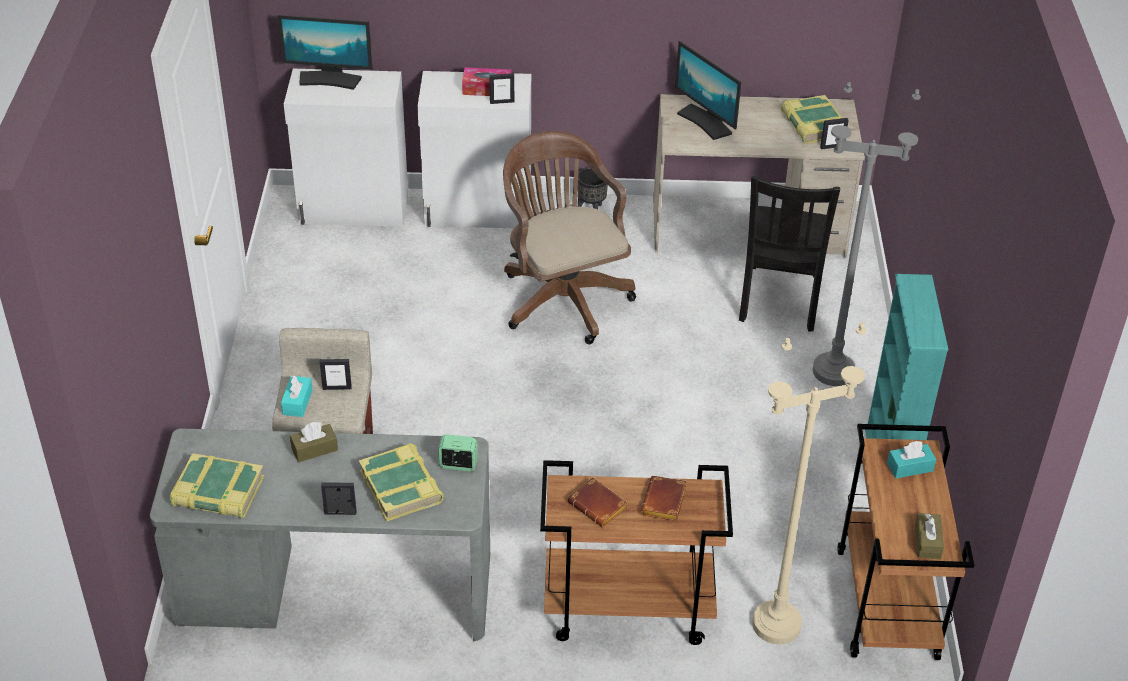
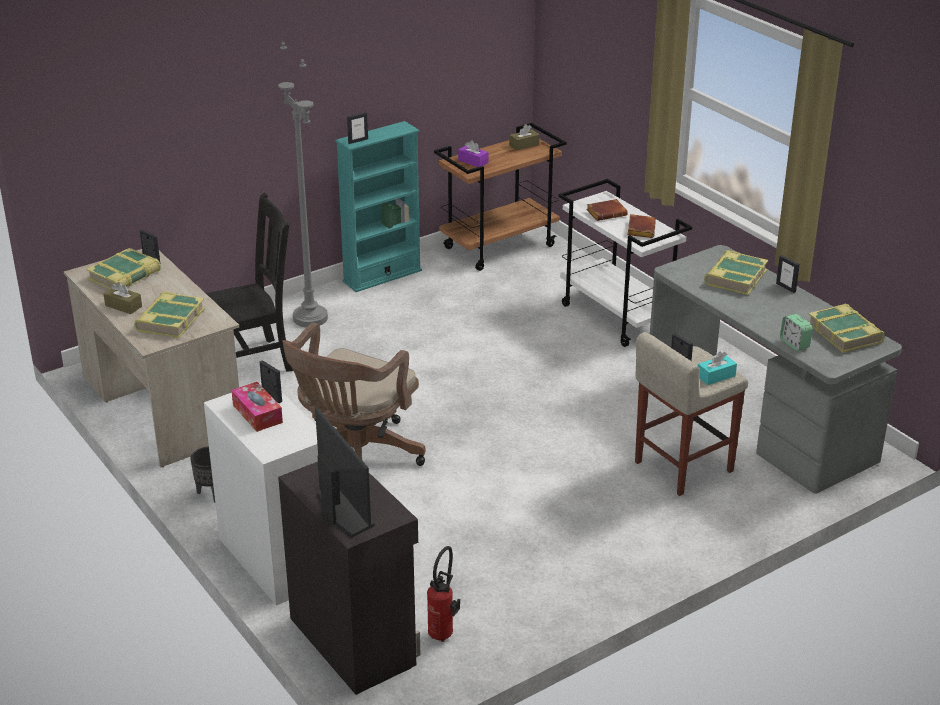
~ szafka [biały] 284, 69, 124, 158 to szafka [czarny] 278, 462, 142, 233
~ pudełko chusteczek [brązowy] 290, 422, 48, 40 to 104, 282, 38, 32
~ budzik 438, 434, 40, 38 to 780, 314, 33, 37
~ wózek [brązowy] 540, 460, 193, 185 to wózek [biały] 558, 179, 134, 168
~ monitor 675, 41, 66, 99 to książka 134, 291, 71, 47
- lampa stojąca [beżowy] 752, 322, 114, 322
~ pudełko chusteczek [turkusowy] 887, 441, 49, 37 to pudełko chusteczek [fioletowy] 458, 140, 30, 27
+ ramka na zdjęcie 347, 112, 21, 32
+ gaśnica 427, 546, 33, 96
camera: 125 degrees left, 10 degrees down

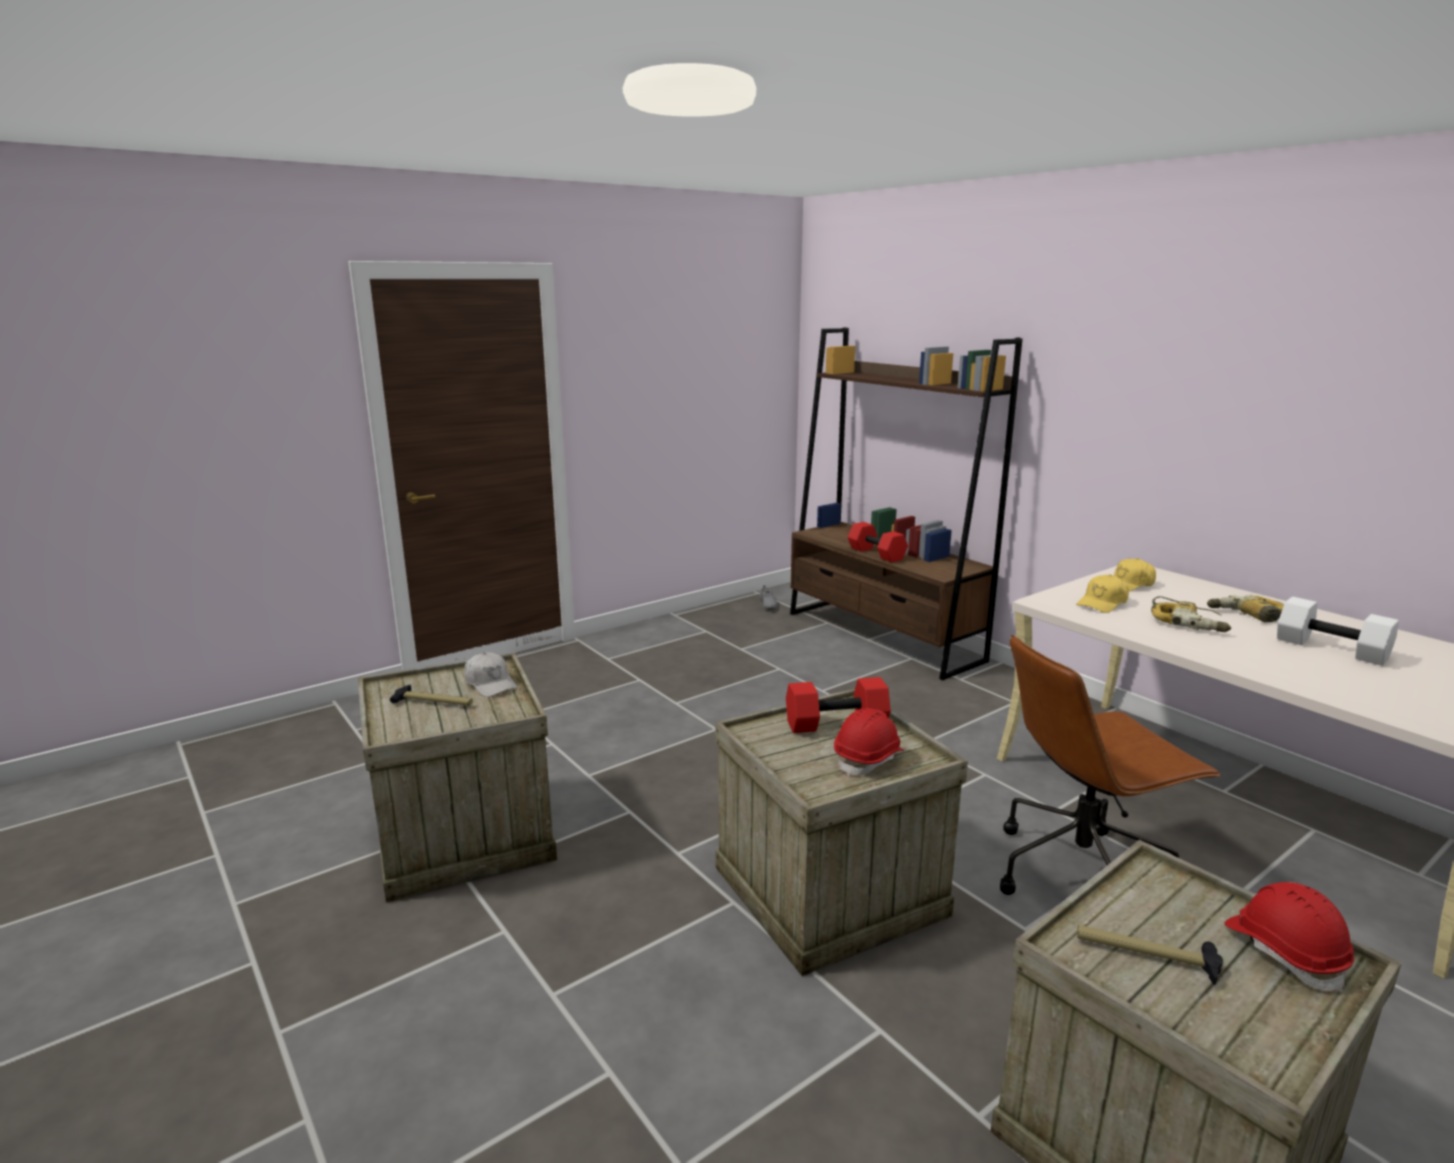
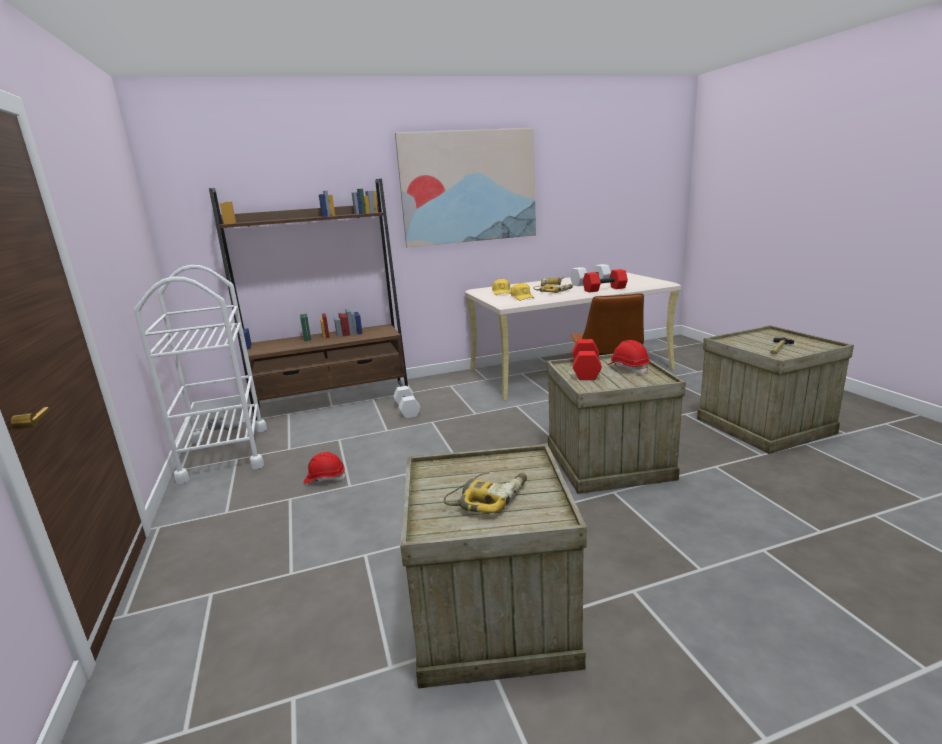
~ młotek 390, 685, 83, 21 to wiertarka 444, 472, 83, 41
- czapka z daszkiem [biały] 465, 652, 52, 45
~ hantel [czerwony] 848, 522, 60, 40 to 583, 269, 45, 23
~ kask [czerwony] 1224, 882, 130, 111 to 304, 452, 42, 32
+ wózek [biały] 134, 265, 133, 219
+ hantel [biały] 393, 386, 28, 33
+ obraz 395, 128, 141, 119
camera: 70 degrees left, 0 degrees up

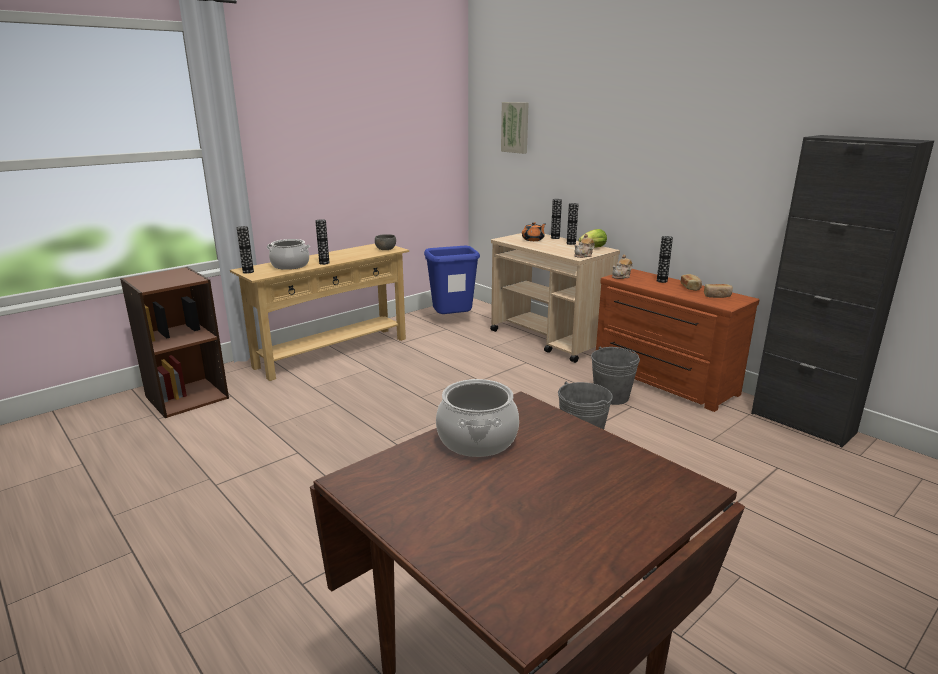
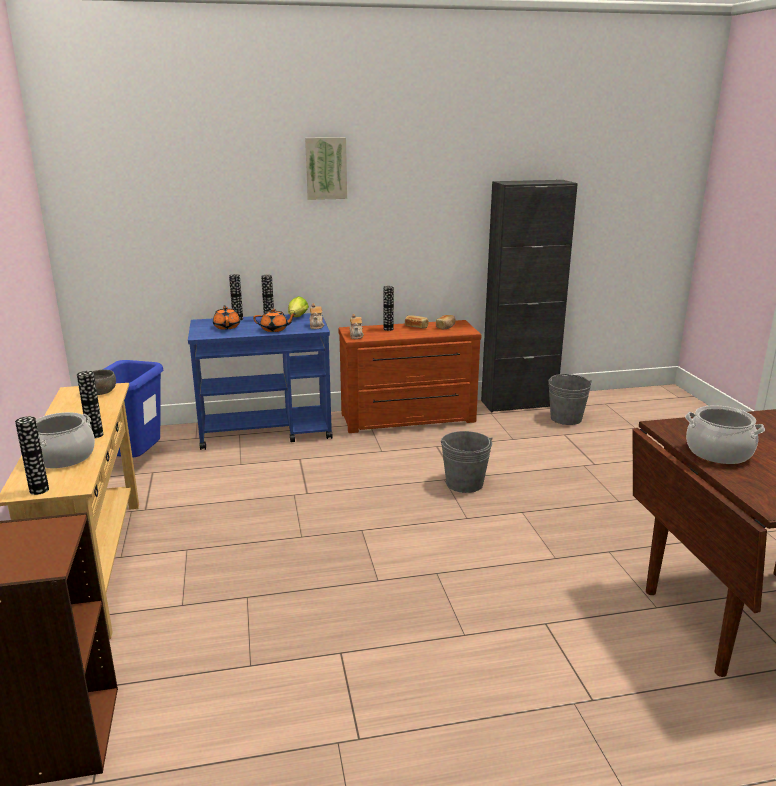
~ wózek [beżowy] 490, 233, 130, 130 to wózek [niebieski] 188, 313, 145, 137
~ obraz 501, 102, 28, 52 to 305, 137, 42, 63
~ wiadro [szary] 591, 347, 49, 58 to 548, 374, 44, 51
+ imbryk [pomarańczowy] 253, 309, 44, 23
camera: 60 degrees left, 0 degrees up

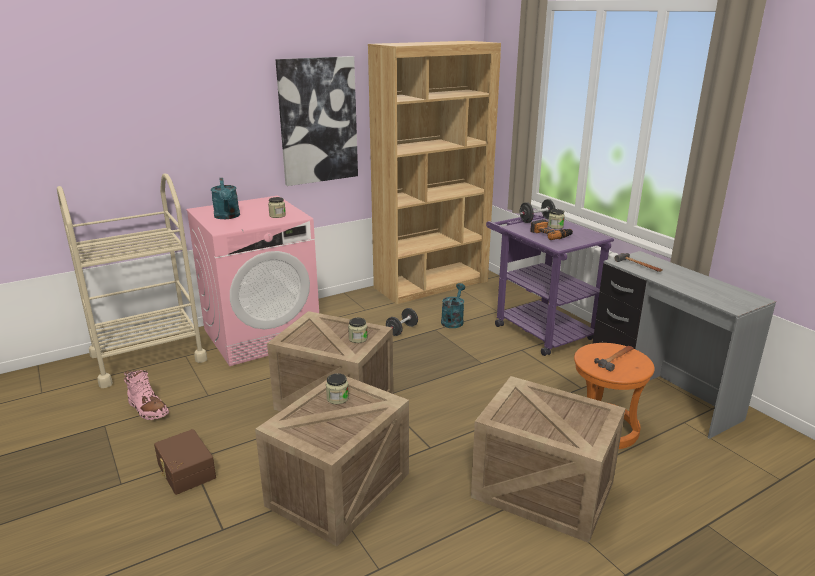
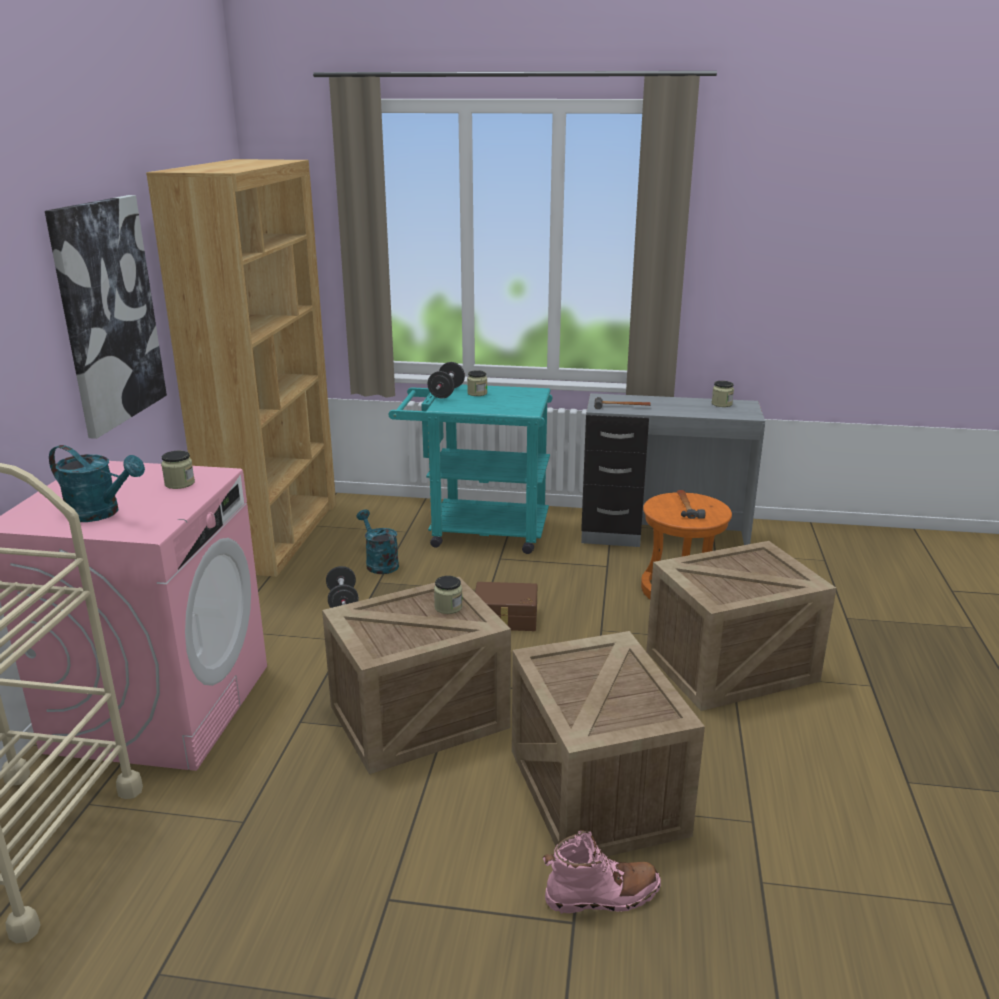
~ but z cholewką [różowy] 124, 370, 45, 50 to 543, 830, 118, 84
~ pojemnik do przechowywania [brązowy] 154, 429, 62, 66 to 475, 582, 62, 49
~ słoik 326, 373, 23, 31 to 712, 381, 22, 26
~ wózek [fioletowy] 486, 214, 128, 142 to wózek [turkusowy] 388, 384, 164, 170
- wiertarka 530, 219, 43, 21
camera: 50 degrees left, 0 degrees up

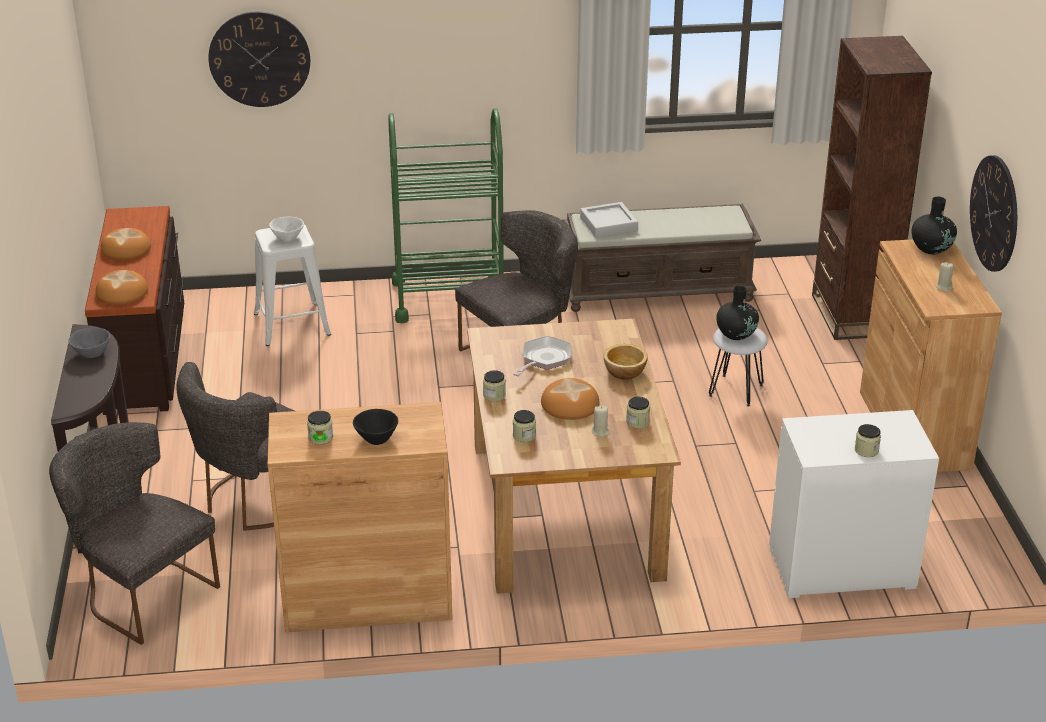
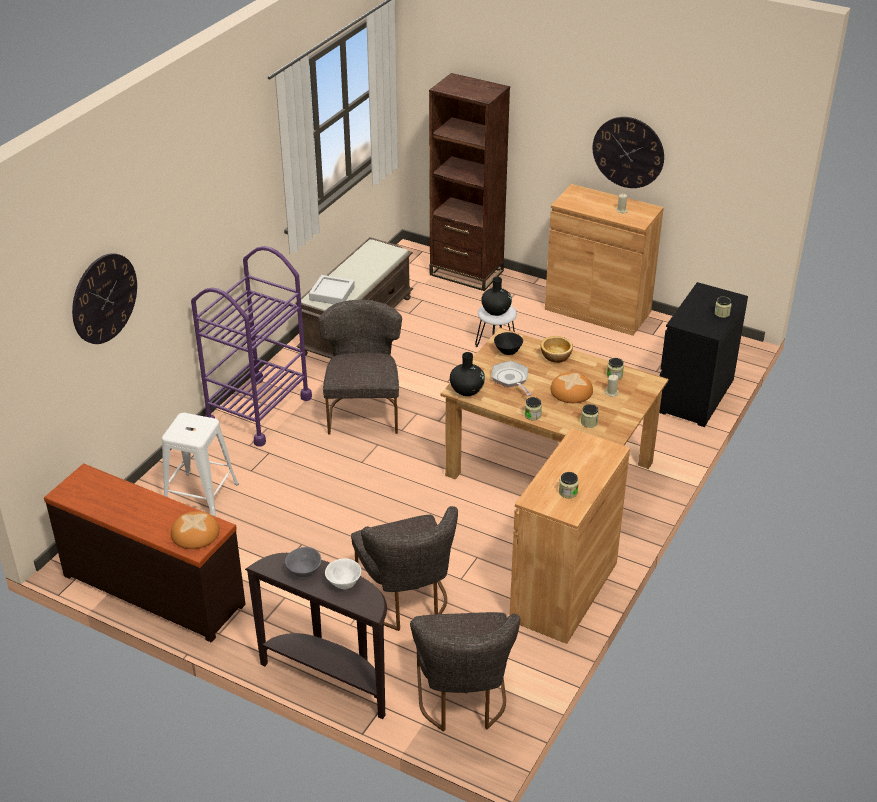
~ krzesło [szary] 49, 422, 171, 223 = 410, 612, 110, 120 75 degrees counterclockwise
- chleb 101, 228, 50, 32
~ miska [biały] 269, 217, 35, 25 to 325, 558, 36, 31
~ miska [czarny] 353, 409, 45, 36 to 494, 332, 29, 23
~ wózek [zielony] 389, 108, 115, 215 to wózek [fioletowy] 191, 246, 121, 201
~ komoda [biały] 769, 410, 170, 188 to komoda [czarny] 659, 282, 89, 145
~ wazon [czarny] 912, 197, 45, 57 to 450, 352, 35, 44
camera: 55 degrees left, 5 degrees up

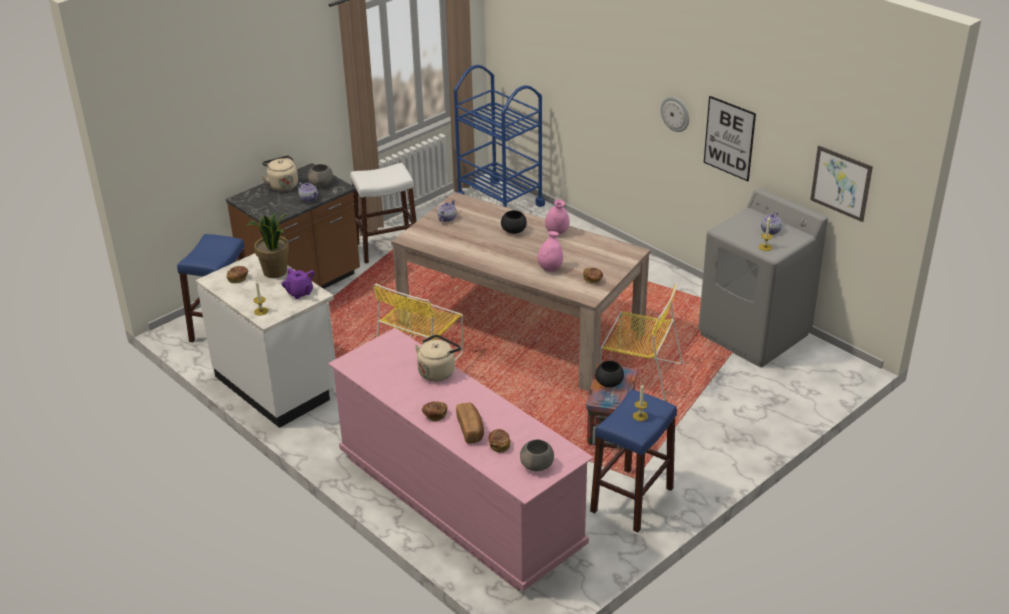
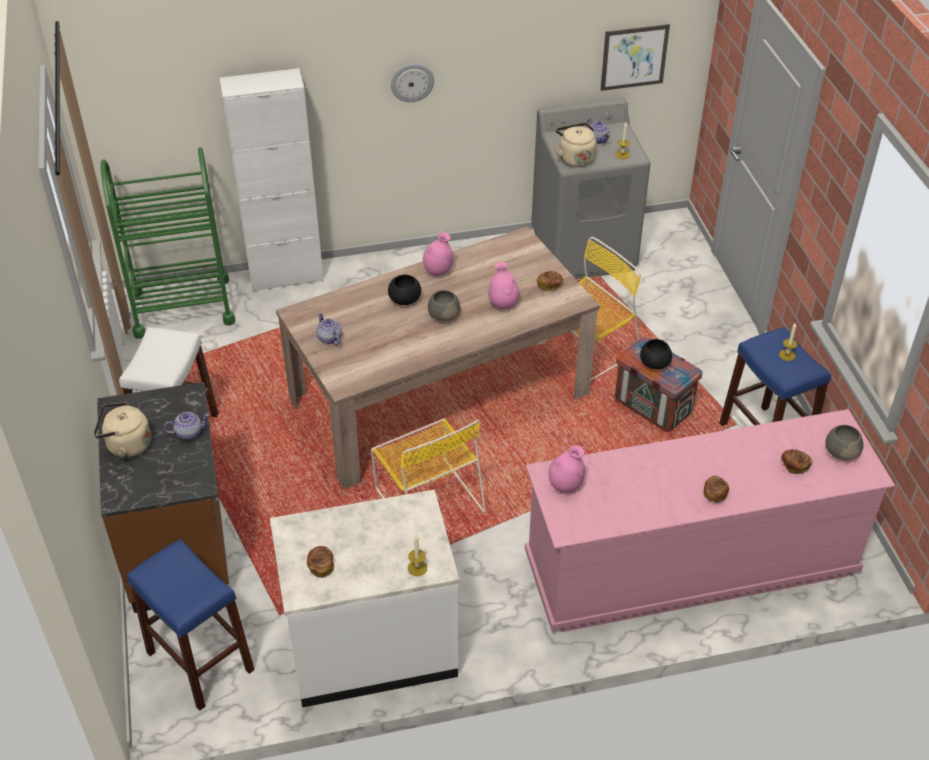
- roślina doniczkowa 247, 212, 42, 66
- imbryk [fioletowy] 281, 268, 34, 31
~ miska [szary] 308, 164, 25, 23 to 428, 290, 32, 31
~ czajnik [beżowy] 415, 335, 46, 47 to 554, 123, 42, 44
~ wózek [niebieski] 454, 65, 91, 142 to wózek [zielony] 101, 147, 134, 192
- chleb 456, 402, 28, 42
- obraz 704, 96, 52, 85
+ szafka [biały] 219, 68, 105, 224
+ wazon [różowy] 549, 445, 36, 48
camera: 60 degrees left, 10 degrees up

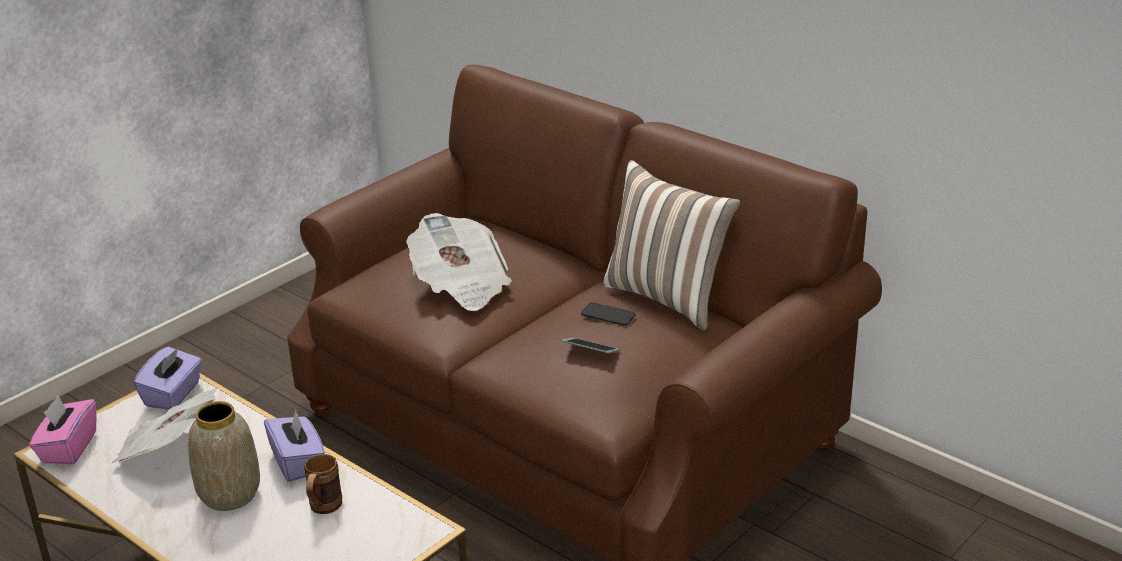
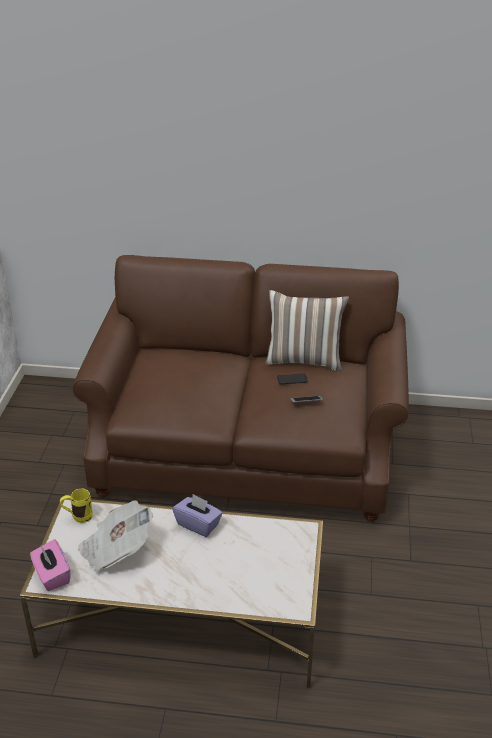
~ pudełko chusteczek [fioletowy] 134, 346, 68, 64 to kubek [żółty] 60, 488, 33, 35
- wazon 188, 401, 72, 110
- kubek [brązowy] 304, 454, 38, 60
- gazeta 406, 213, 106, 98
camera: 35 degrees left, 5 degrees up

